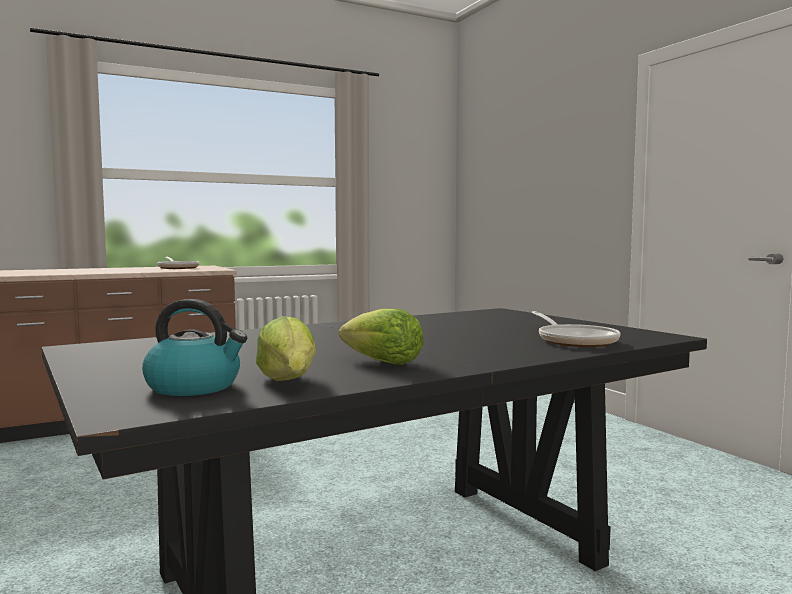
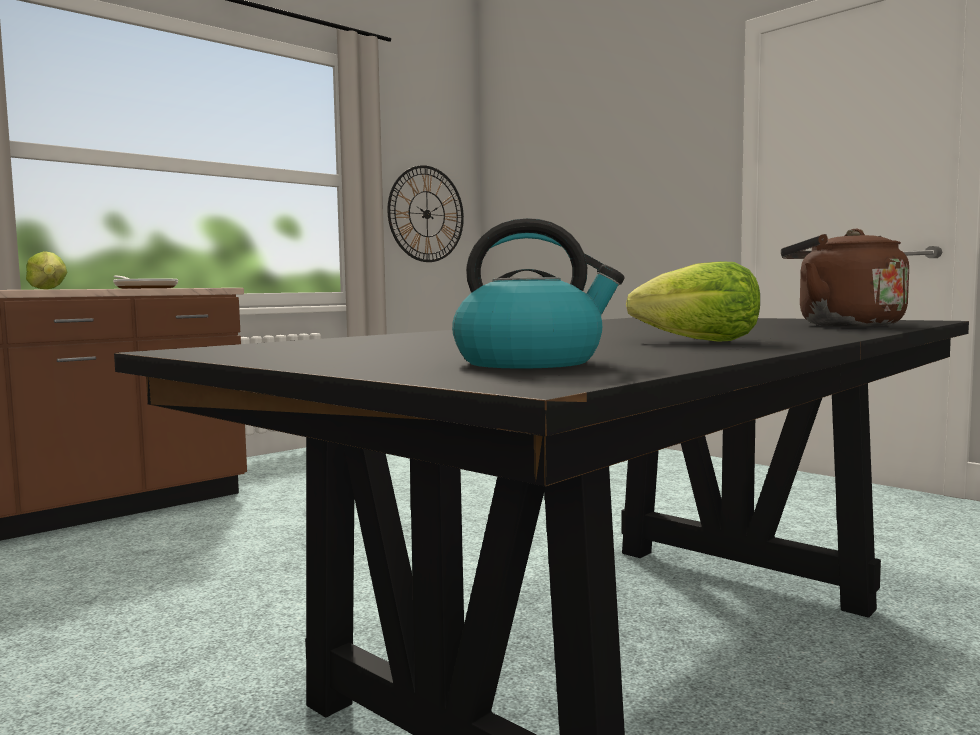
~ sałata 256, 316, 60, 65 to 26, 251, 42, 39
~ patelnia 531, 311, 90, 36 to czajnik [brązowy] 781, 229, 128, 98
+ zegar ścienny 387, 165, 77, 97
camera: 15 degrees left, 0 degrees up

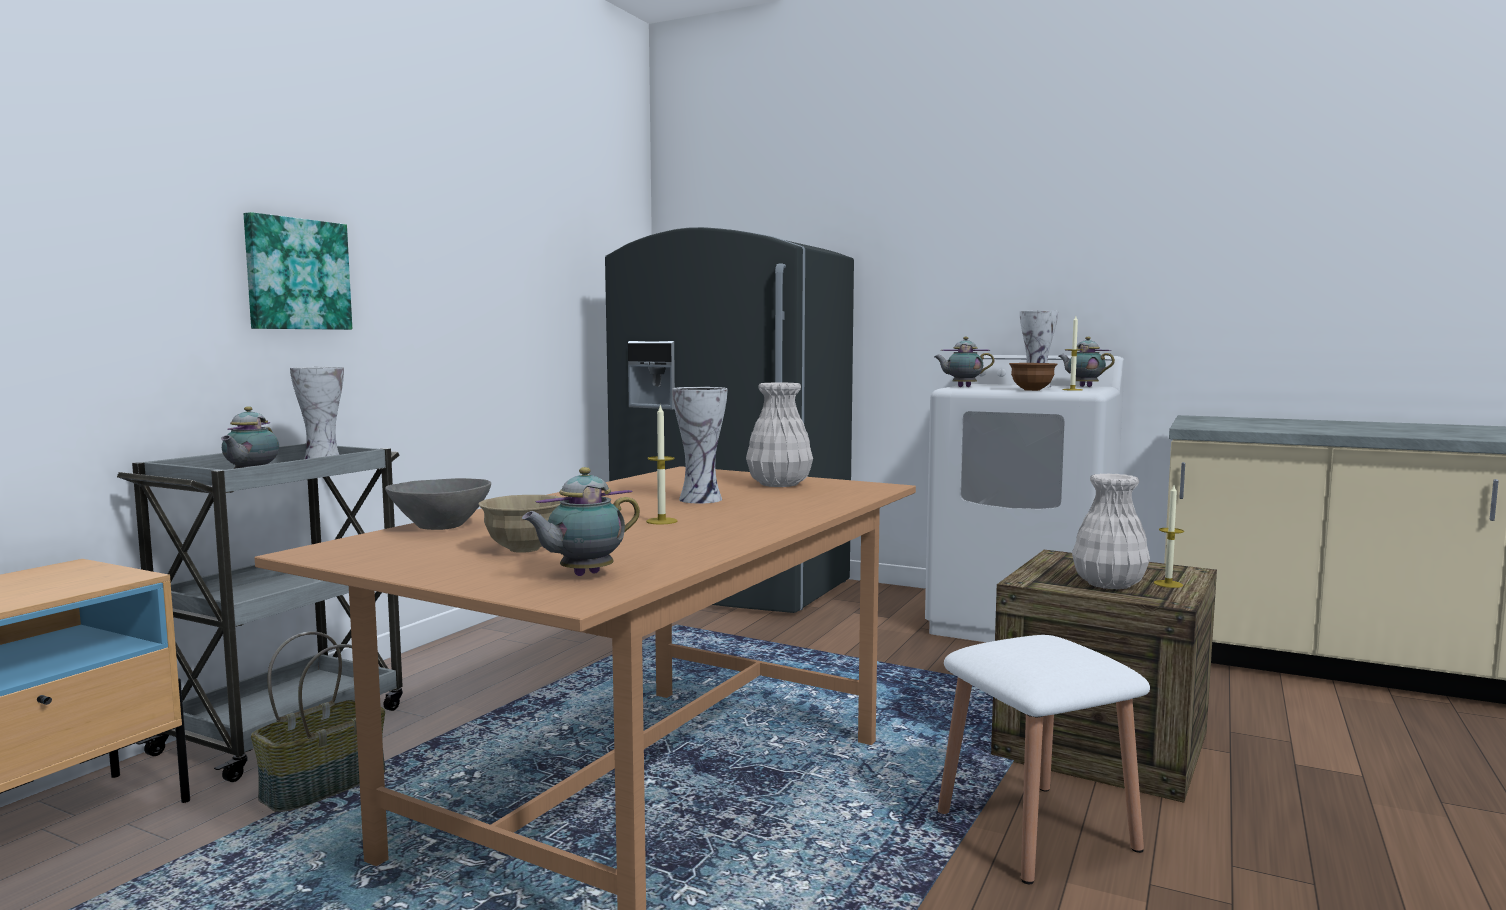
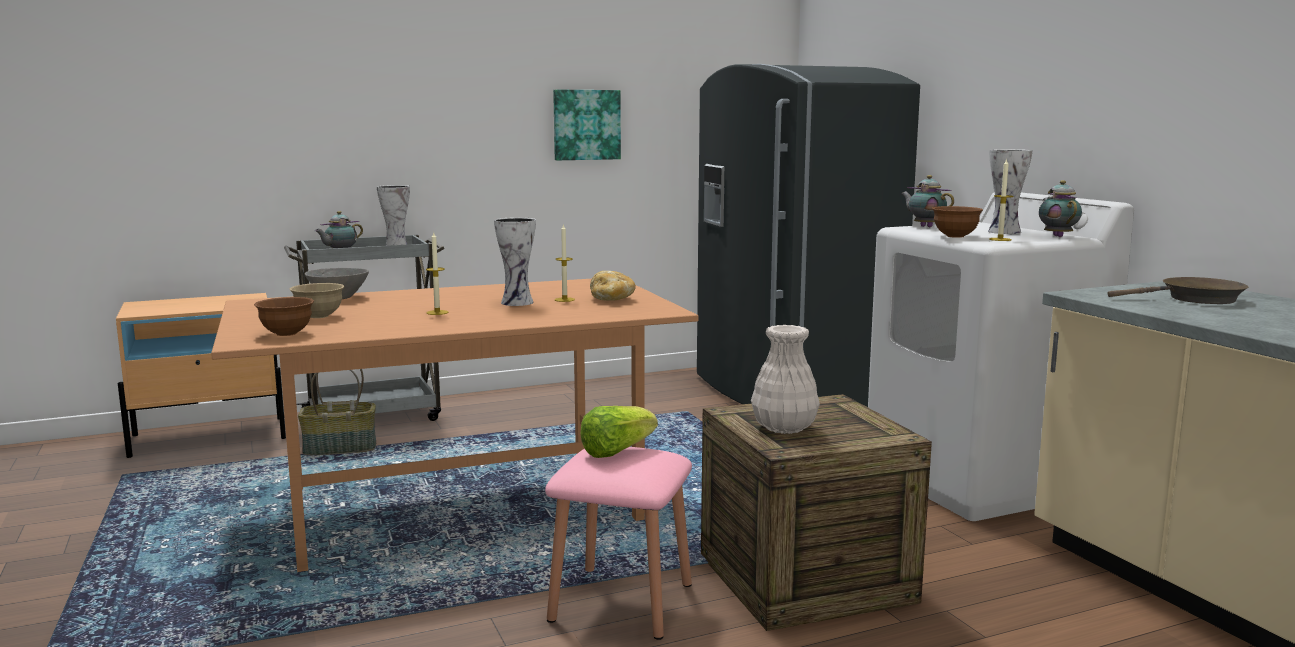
~ obraz 244, 212, 108, 118 to 553, 90, 68, 70
~ imbryk 522, 467, 118, 109 to miska [brązowy] 254, 297, 60, 39
~ wazon [biały] 746, 382, 67, 105 to chleb 590, 271, 46, 30
~ stołek [biały] 938, 635, 212, 249 to stołek [różowy] 545, 447, 147, 193
~ świeca 1154, 485, 30, 103 to 555, 224, 20, 78
+ sałata 580, 406, 78, 52
+ patelnia [brązowy] 1108, 277, 141, 27
camera: 40 degrees right, 5 degrees up

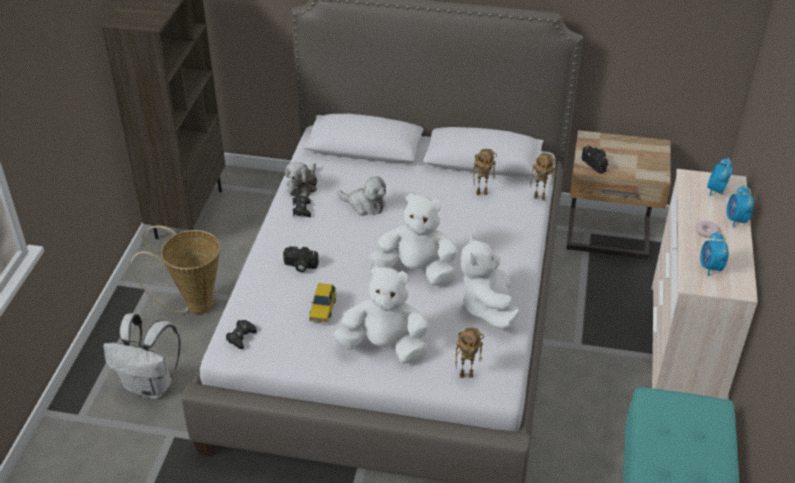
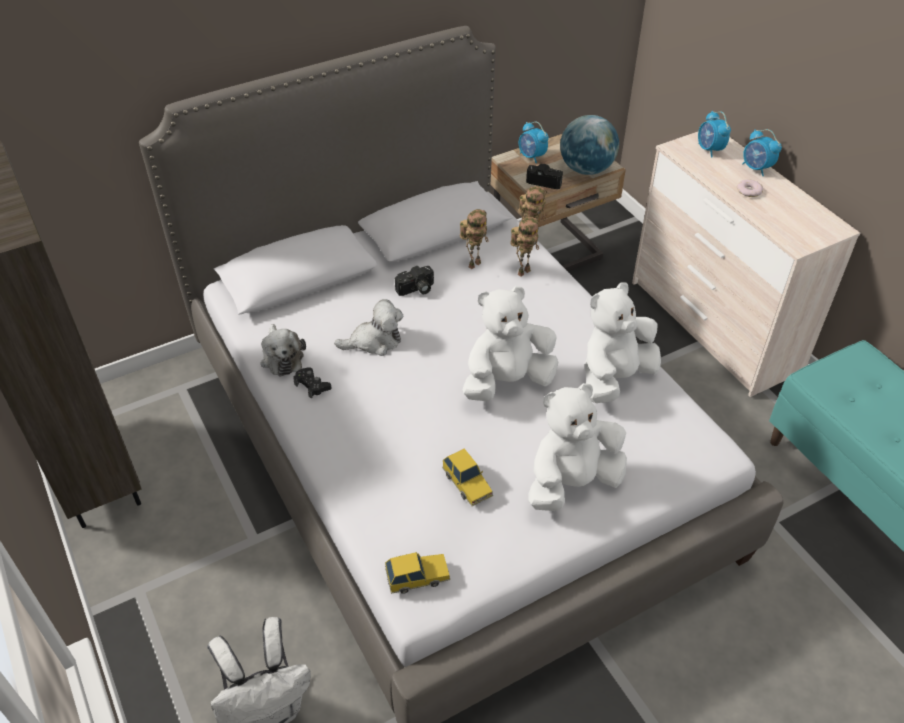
- koszyk 131, 225, 89, 89
~ pad do gier [czarny] 226, 320, 31, 29 to samochodzik 385, 552, 65, 42
~ aparat fotograficzny 283, 246, 36, 26 to 395, 266, 39, 30
~ robot zabawkowy 455, 328, 29, 50 to 511, 217, 28, 60
~ pluszak [biały] 461, 234, 59, 96 = 585, 283, 76, 120 90 degrees clockwise
~ budzik 700, 231, 29, 45 to 519, 122, 30, 41
+ globus 560, 115, 59, 60
camera: 40 degrees left, 5 degrees up

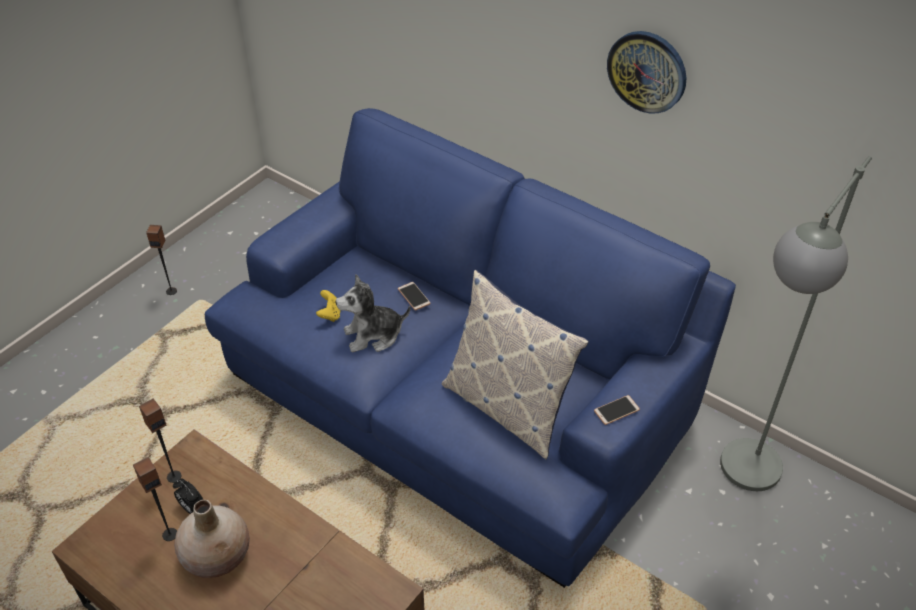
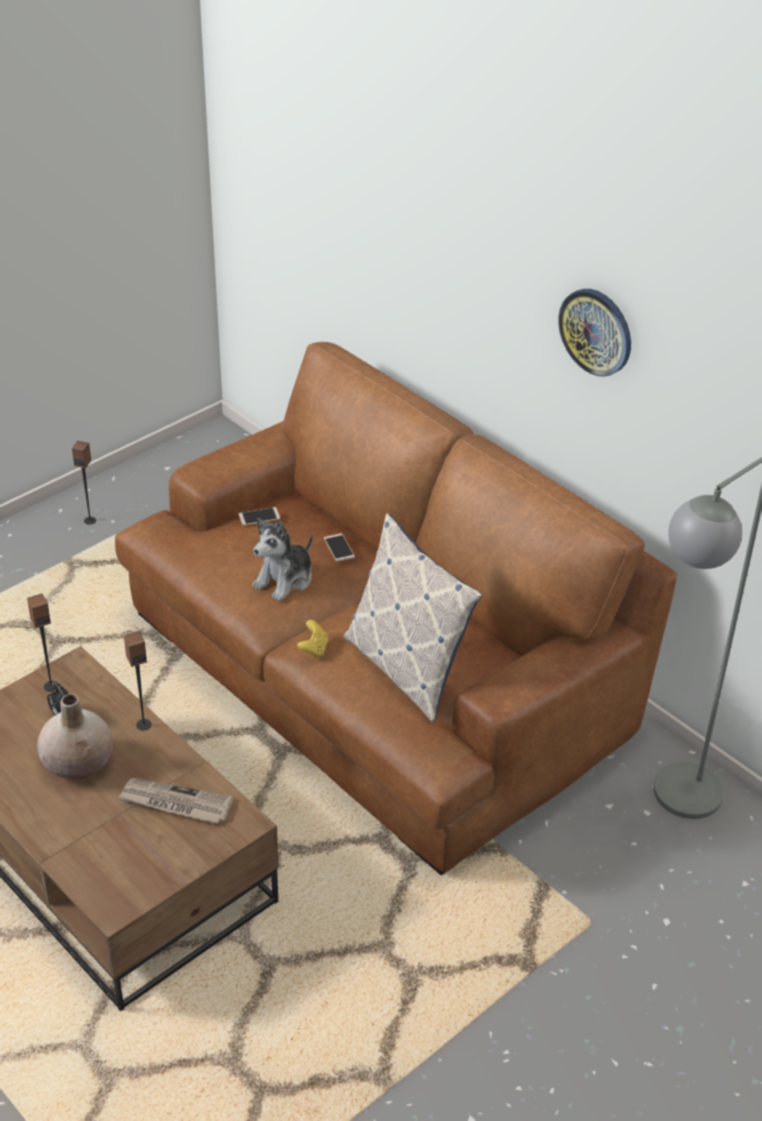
~ głośnik 133, 457, 44, 84 to 124, 631, 28, 99
~ kanapa [niebieski] 205, 108, 531, 480 to kanapa [brązowy] 115, 342, 562, 533
~ pad do gier [żółty] 316, 290, 25, 32 to 297, 620, 31, 38
~ pluszak 335, 274, 75, 78 = 253, 518, 60, 83 45 degrees counterclockwise
~ telefon 594, 395, 46, 30 to 238, 507, 43, 19
+ gazeta 118, 778, 115, 46
camera: 10 degrees right, 5 degrees down

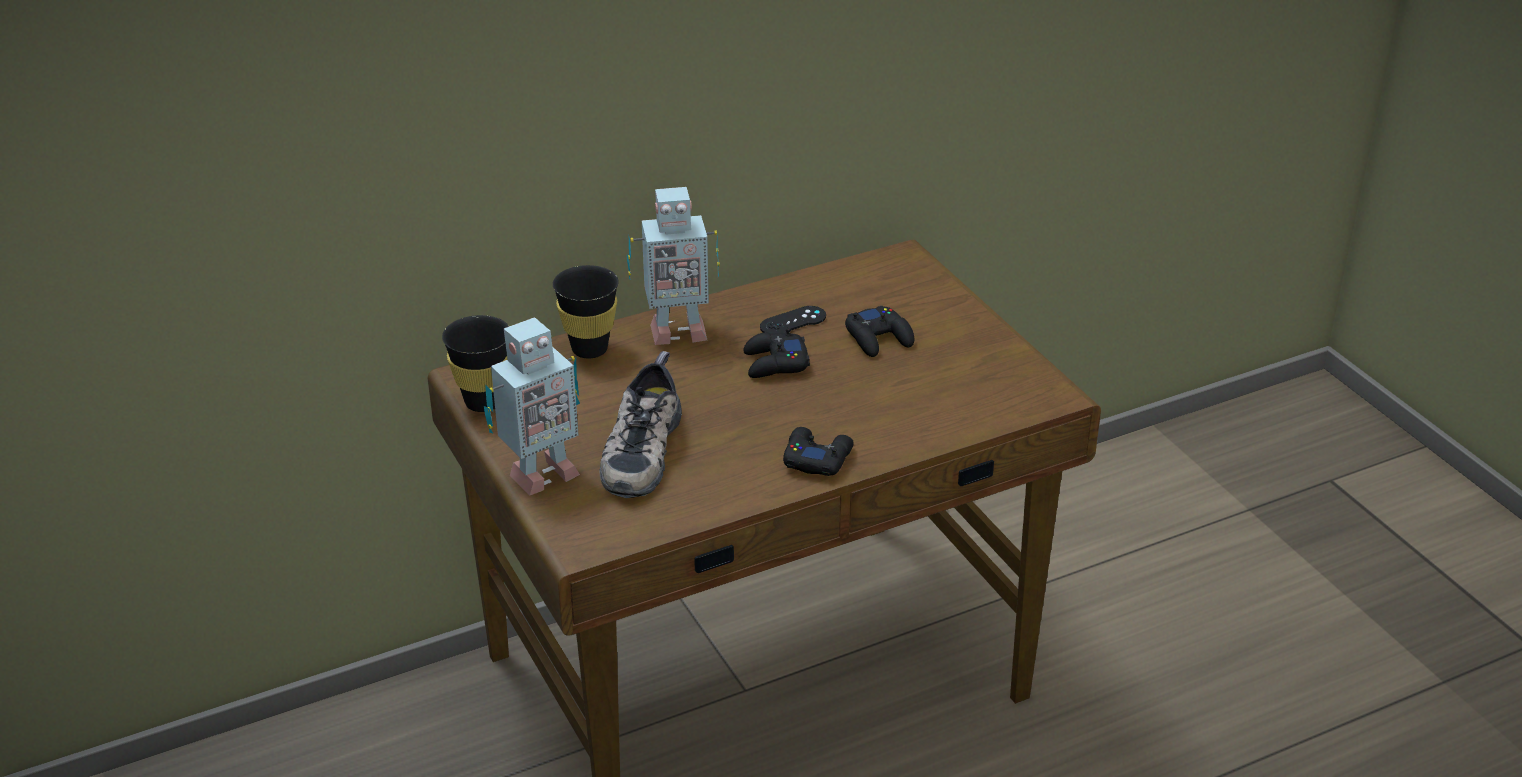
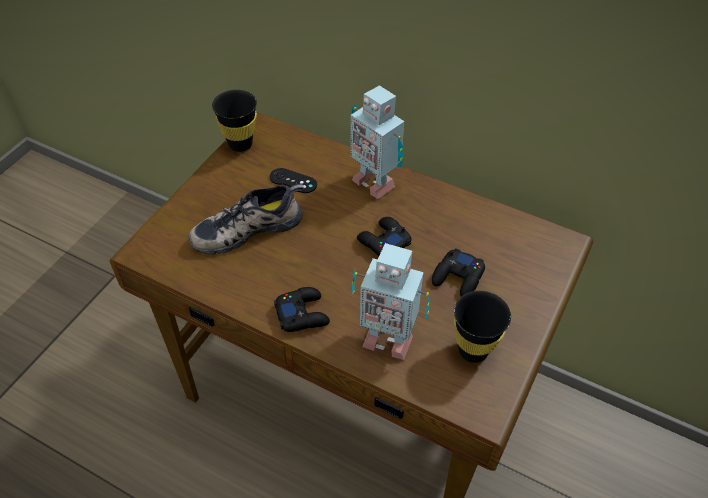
~ robot zabawkowy 484, 317, 96, 179 to 352, 243, 78, 117
~ filiżanka [czarny] 553, 265, 66, 93 to 454, 291, 57, 72
~ pad do gier [czarny] 760, 306, 66, 27 to 270, 168, 47, 25
camera: 55 degrees right, 15 degrees up

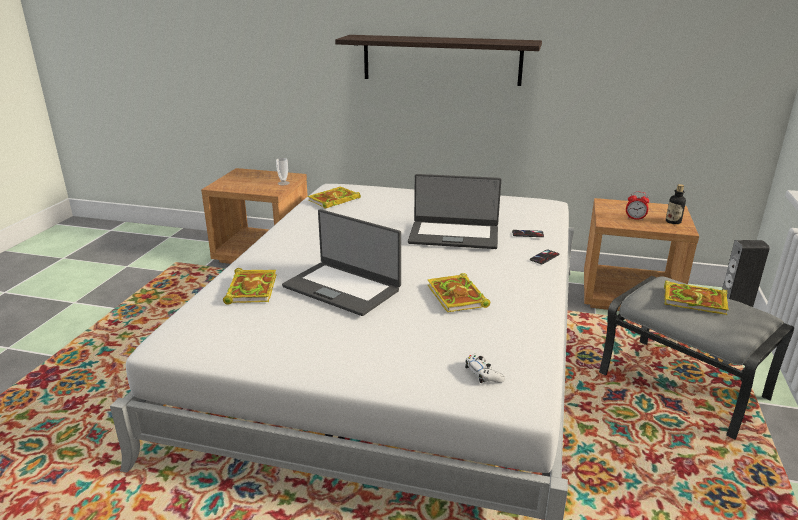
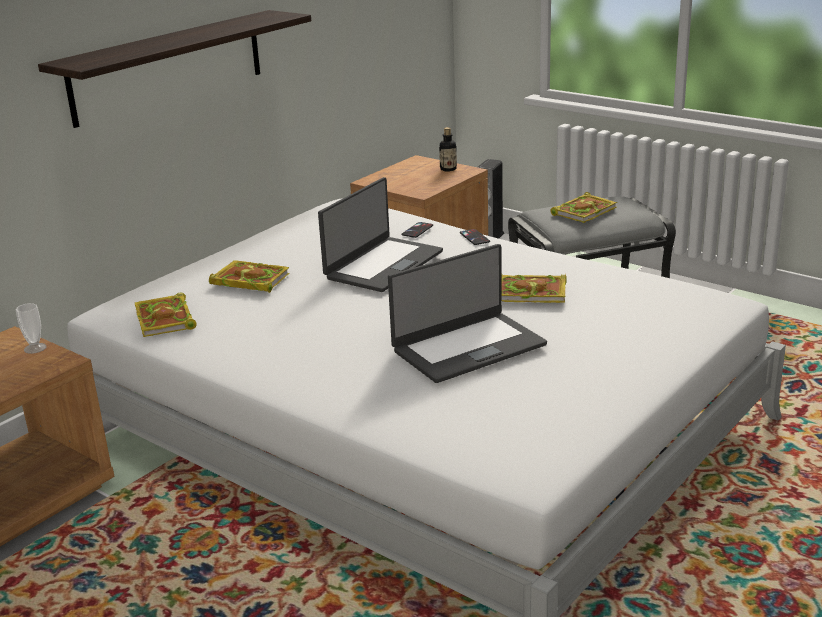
~ książka 223, 268, 54, 37 to 209, 260, 81, 33
- pad do gier [biały] 465, 354, 40, 29
- budzik 626, 191, 23, 29
camera: 65 degrees left, 0 degrees up

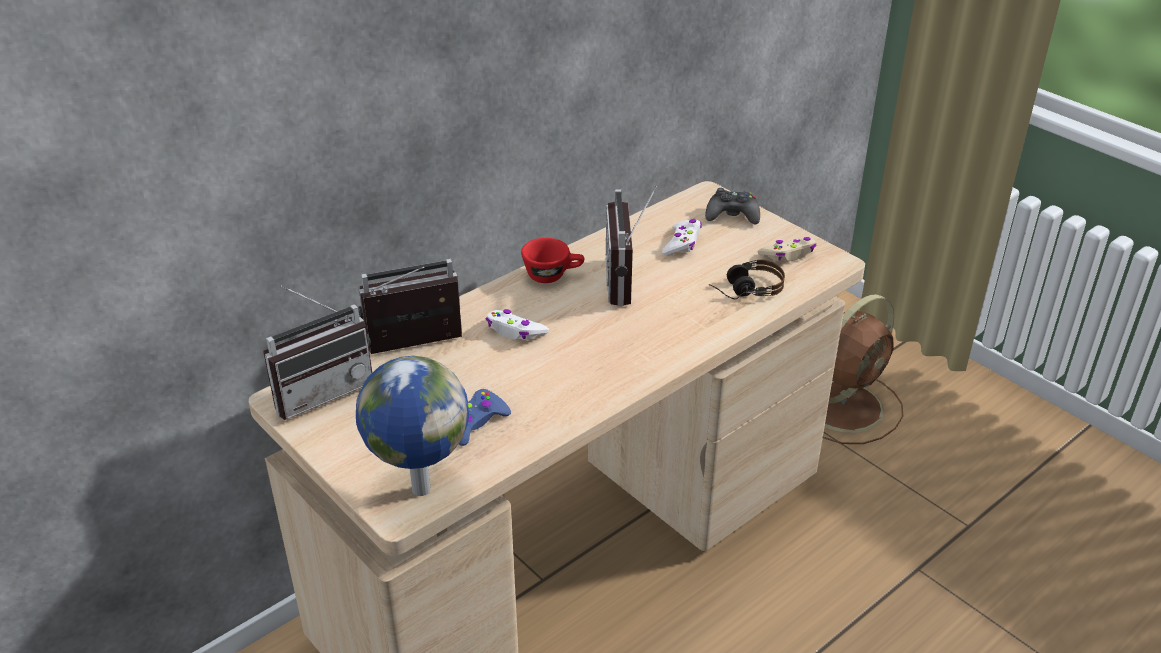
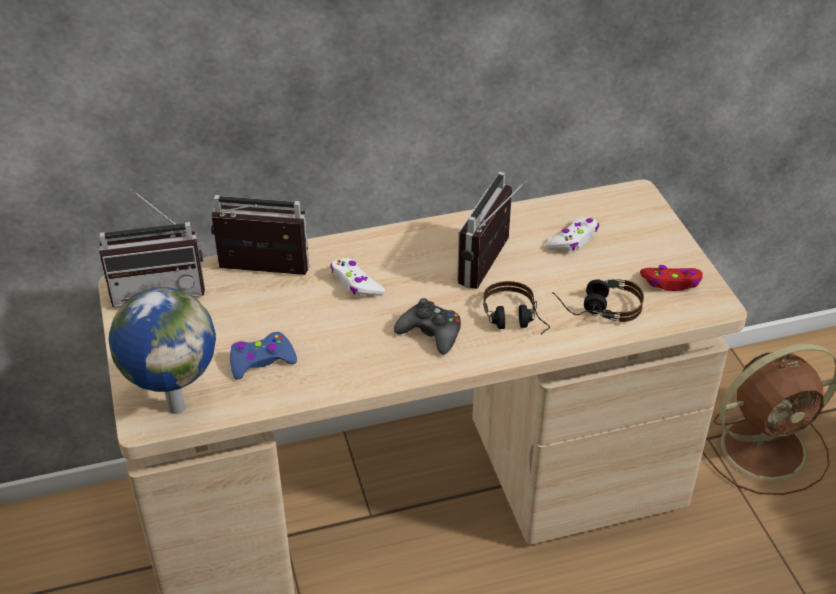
- filiżanka [czerwony] 521, 238, 63, 45
~ pad do gier [czarny] 705, 188, 55, 36 to 394, 298, 67, 57
~ pad do gier [beżowy] 758, 237, 58, 25 to pad do gier [czerwony] 640, 265, 63, 26
+ słuchawki 483, 281, 67, 54
camera: 25 degrees right, 5 degrees up

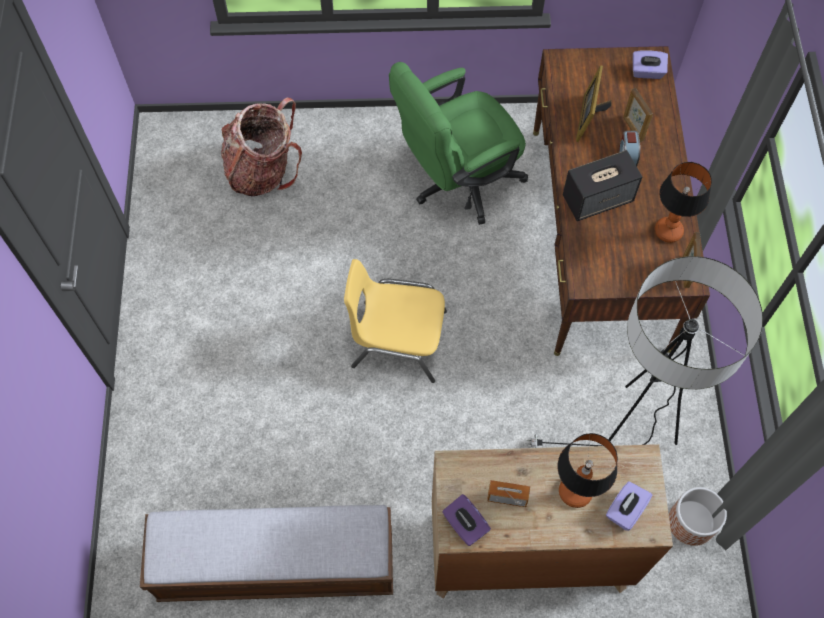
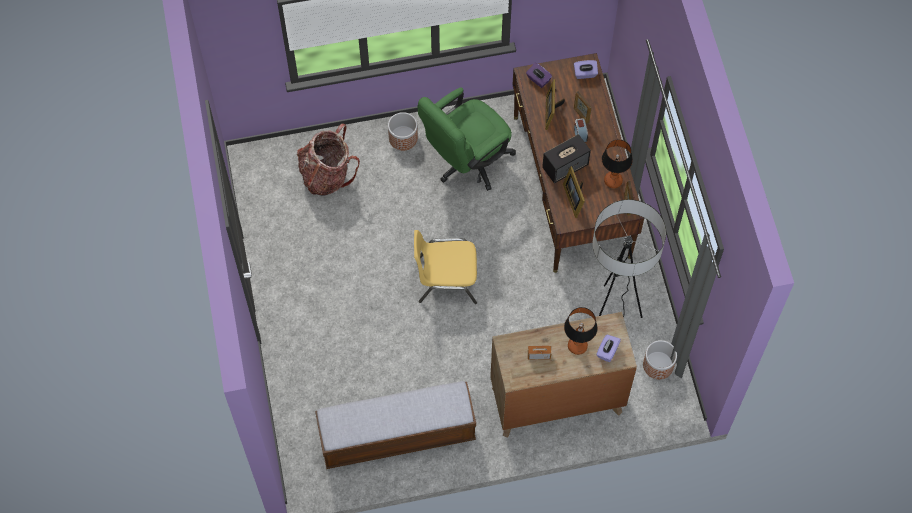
~ pudełko chusteczek [fioletowy] 442, 494, 49, 52 to 526, 63, 26, 25
+ donica 388, 112, 30, 39
+ ramka na zdjęcie 563, 166, 22, 52
camera: 10 degrees left, 0 degrees up

